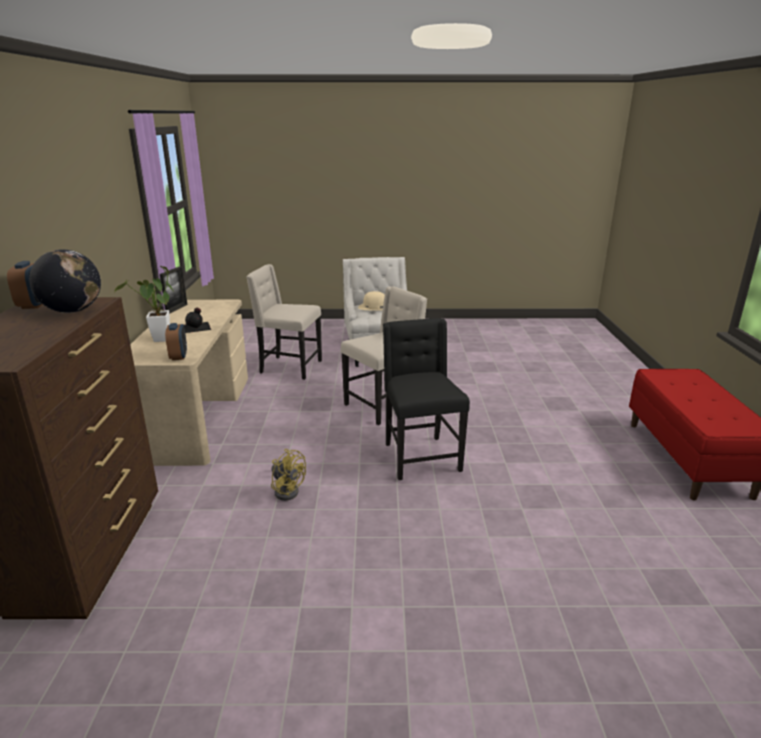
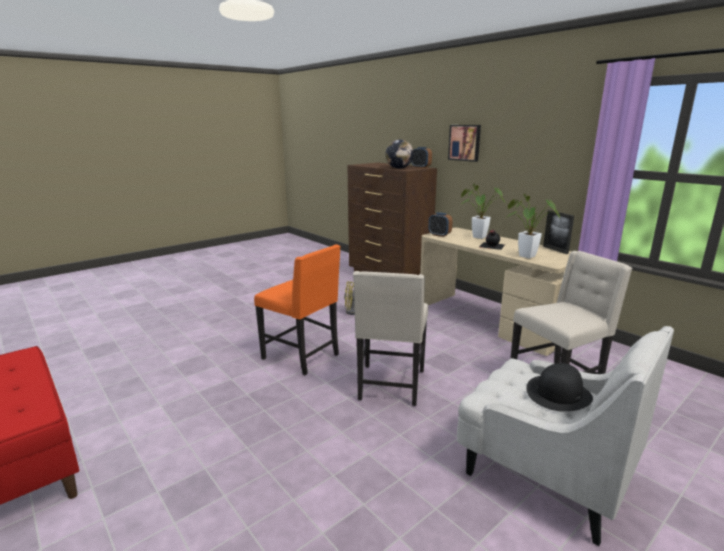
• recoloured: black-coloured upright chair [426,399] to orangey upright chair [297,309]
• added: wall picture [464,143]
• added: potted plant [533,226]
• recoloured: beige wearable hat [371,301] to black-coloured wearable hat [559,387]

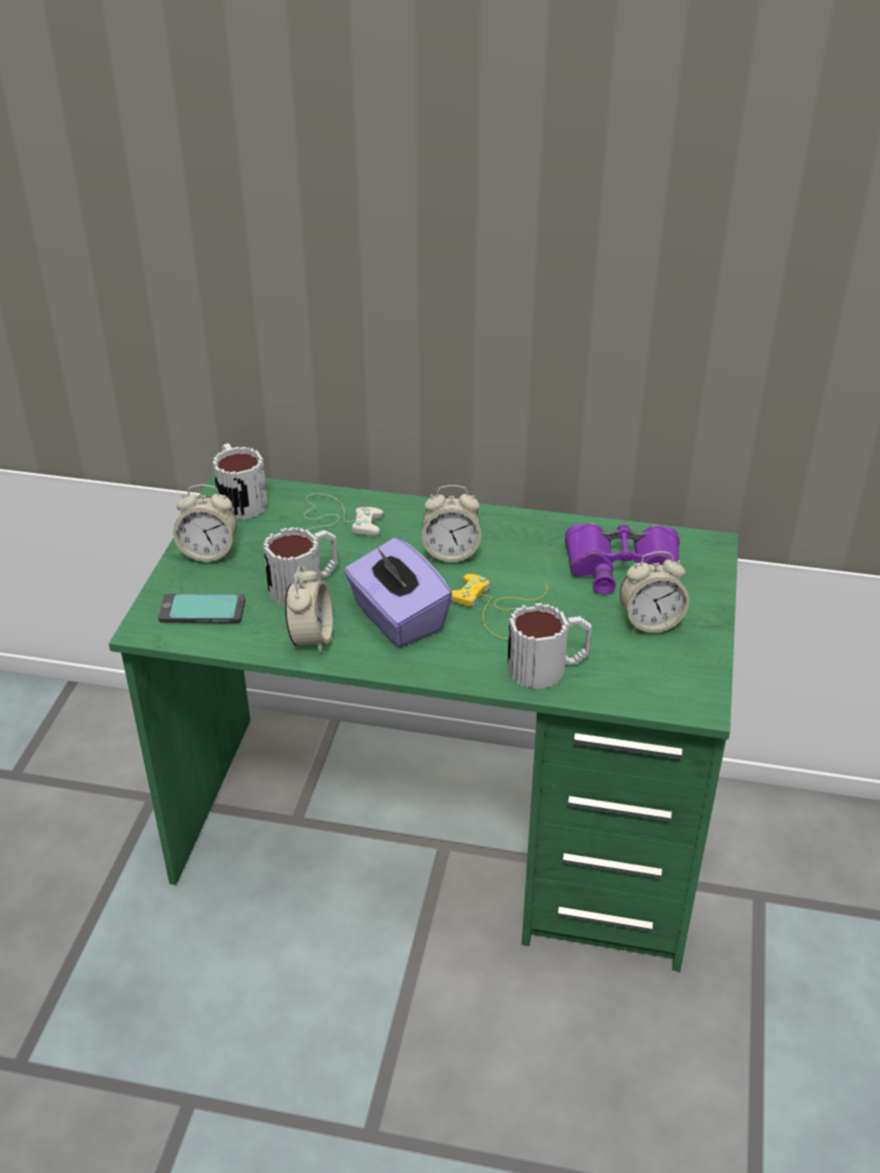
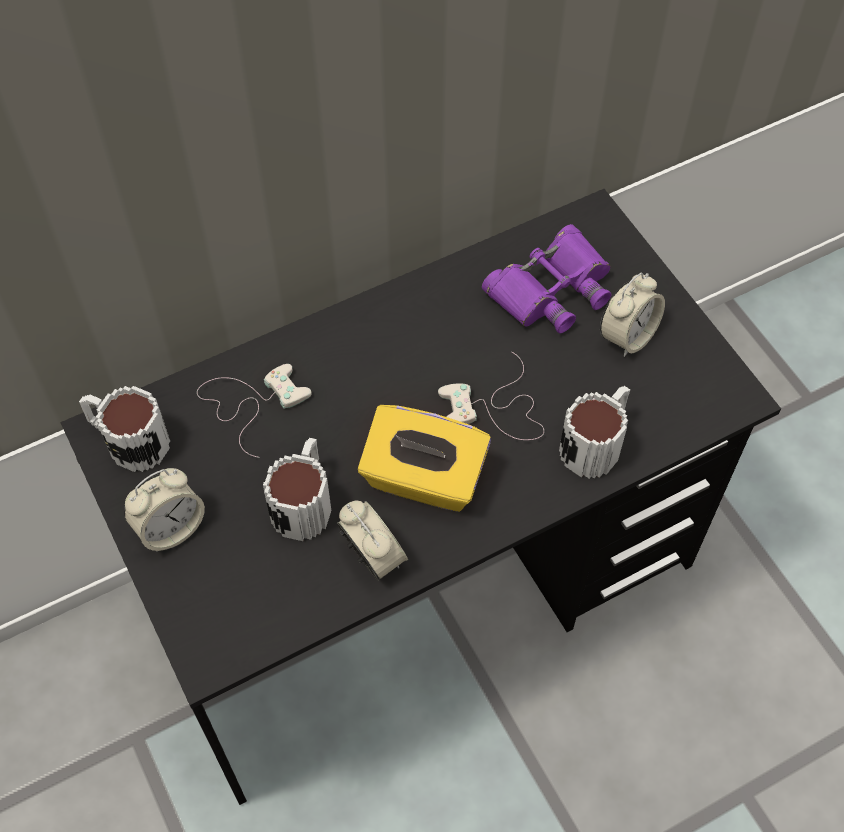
• recoloured: green-coloured desk table [424,722] to black-coloured desk table [421,497]
• recoloured: purple tissue box [398,592] to yellow-coloured tissue box [424,458]
• recoloured: yellow-coloured game controller [499,606] to white game controller [491,395]
• removed: handset [201,608]
• removed: table clock [451,523]

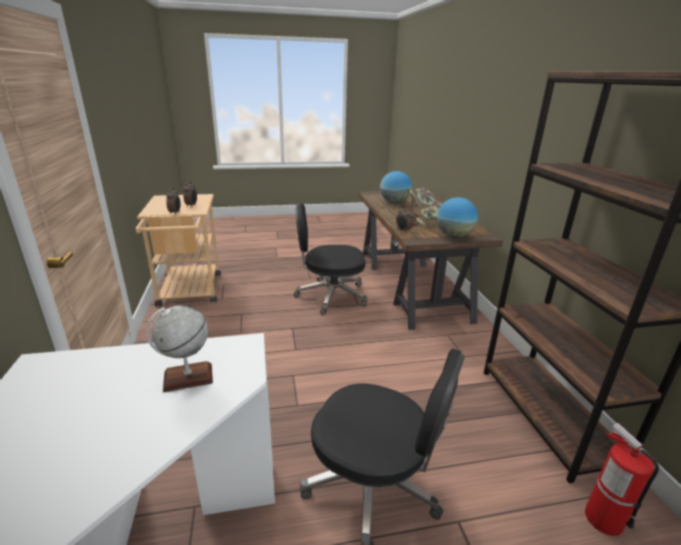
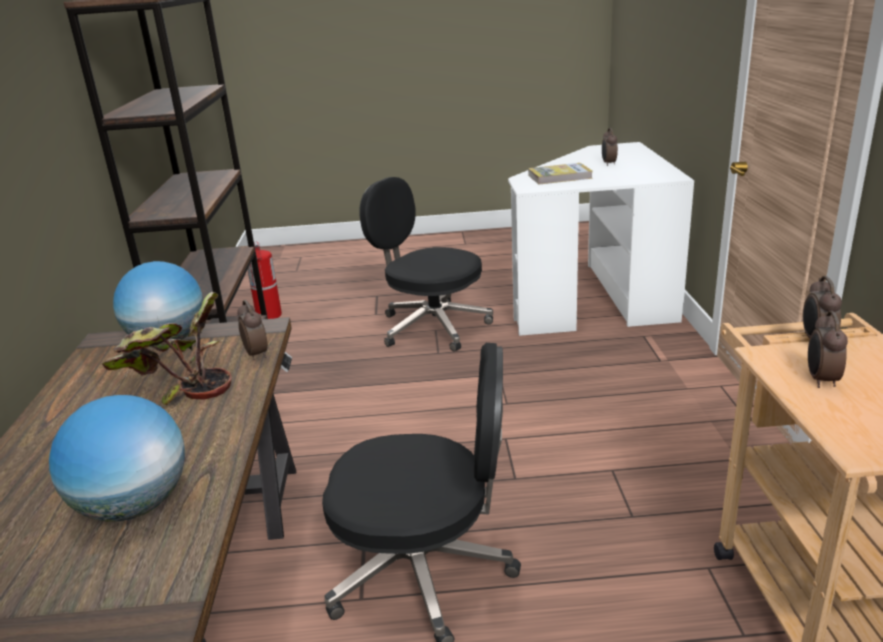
• replaced: desk globe [179,348] to book [560,174]
• added: table clock [610,147]

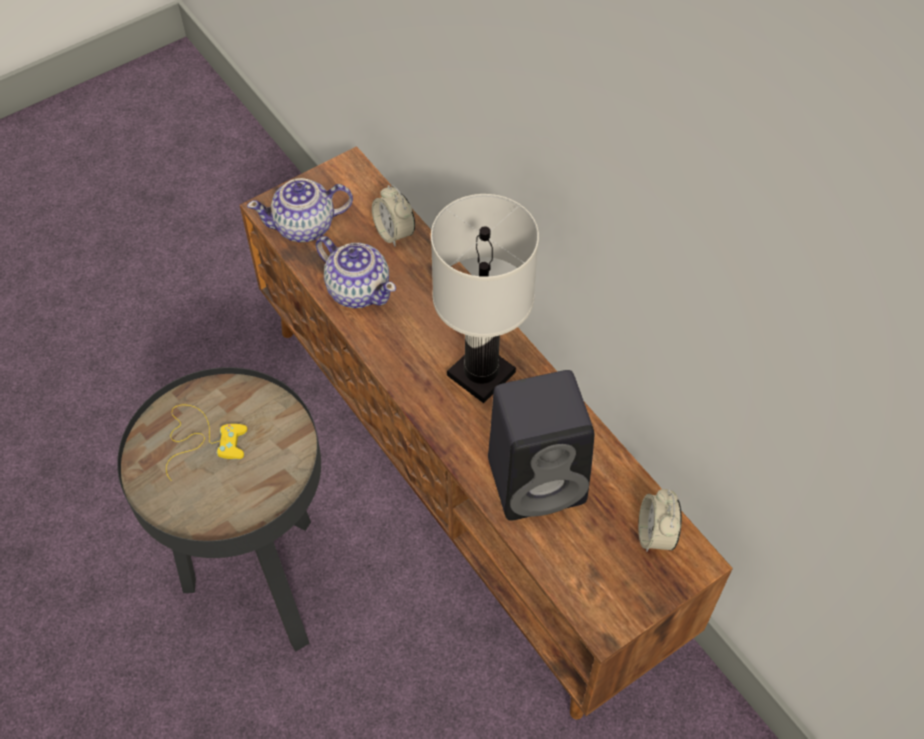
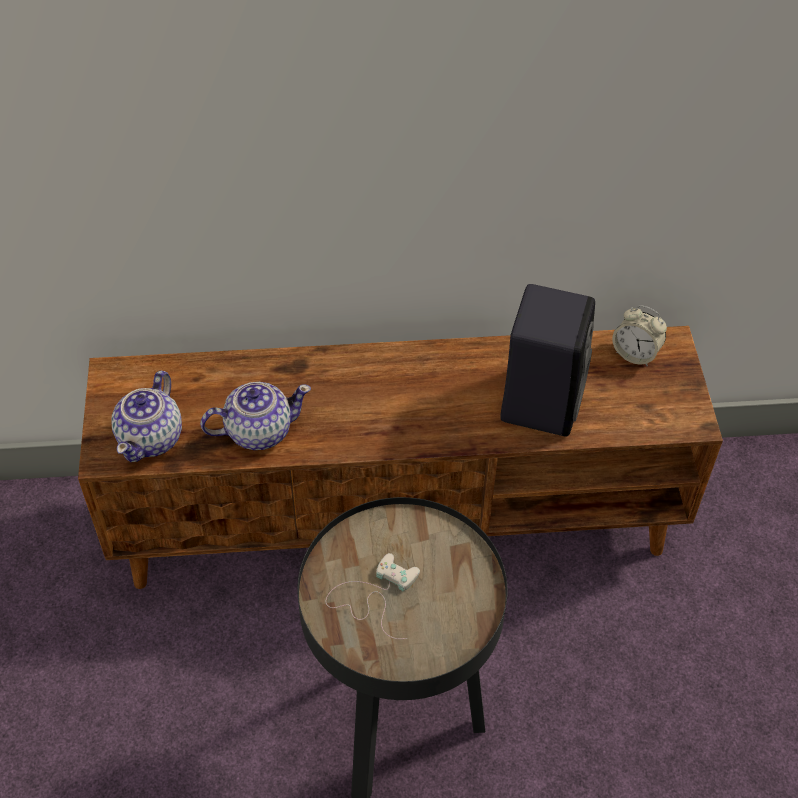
• recoloured: yellow-coloured game controller [206,442] to white game controller [373,596]
• removed: table clock [393,216]
• removed: white table lamp [485,298]

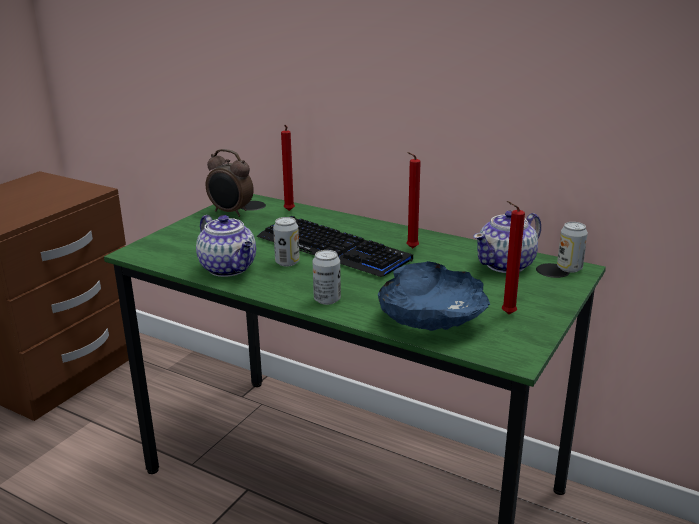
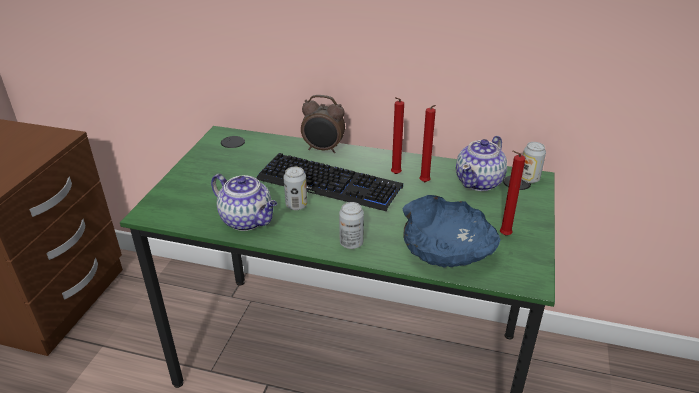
• moved: table clock [230,183] to [323,124]
• moved: red-coloured wax candle [288,168] to [427,143]

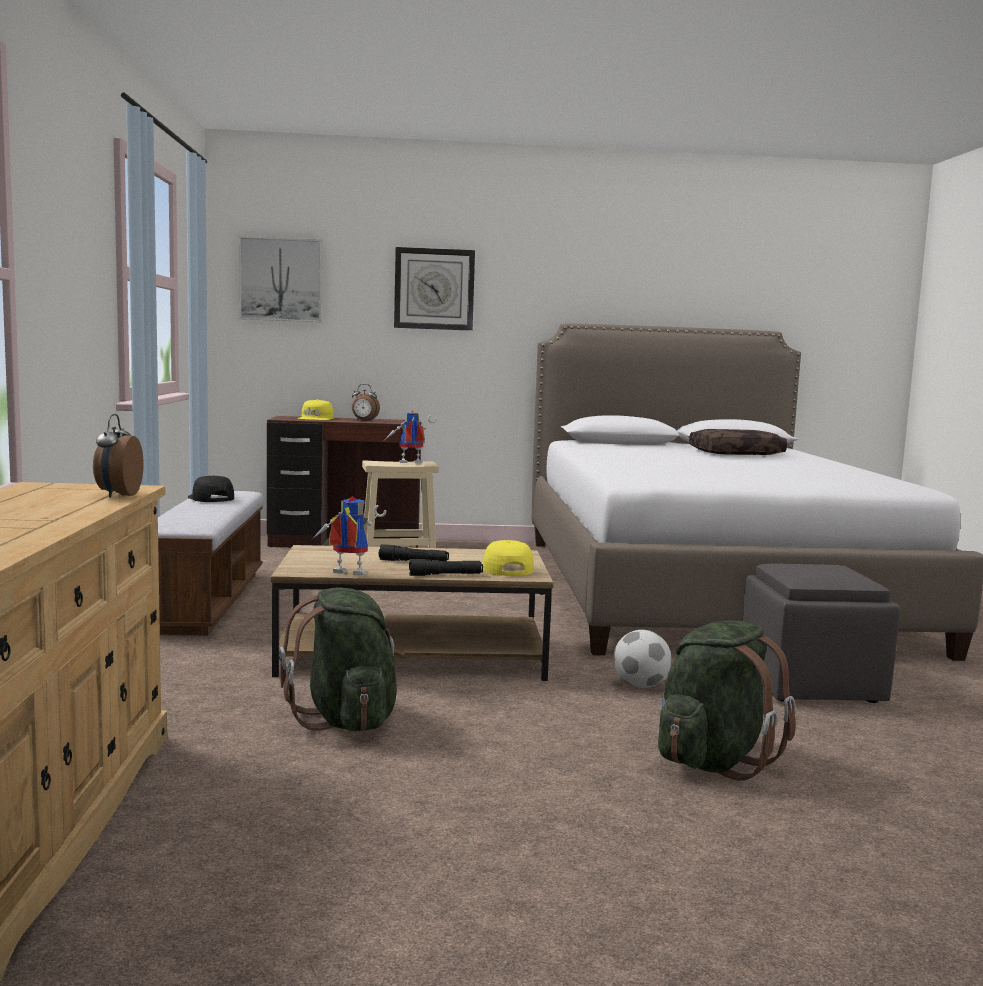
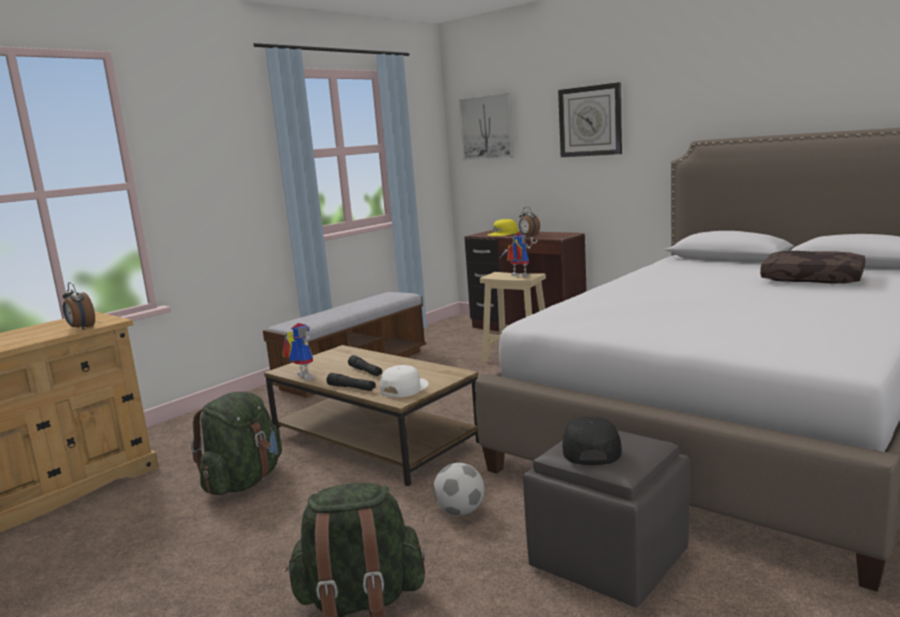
• turned: table clock [118,456] = [79,306] 90 degrees counterclockwise
• recoloured: yellow-coloured cap [507,558] to white cap [404,381]
• moved: black-coloured cap [211,489] to [591,441]

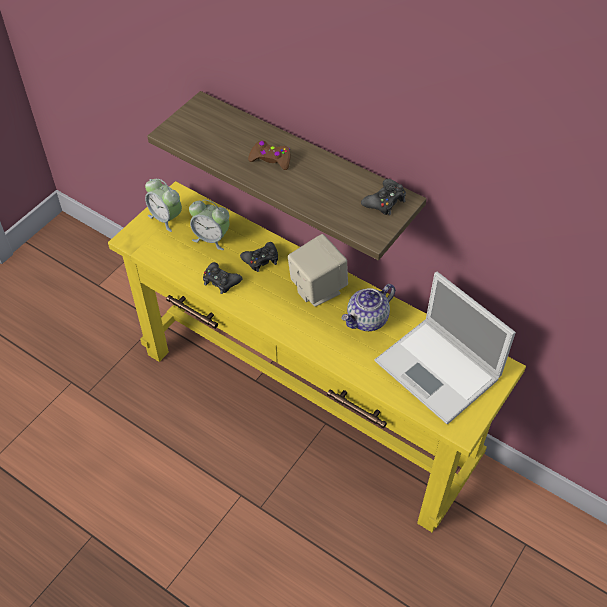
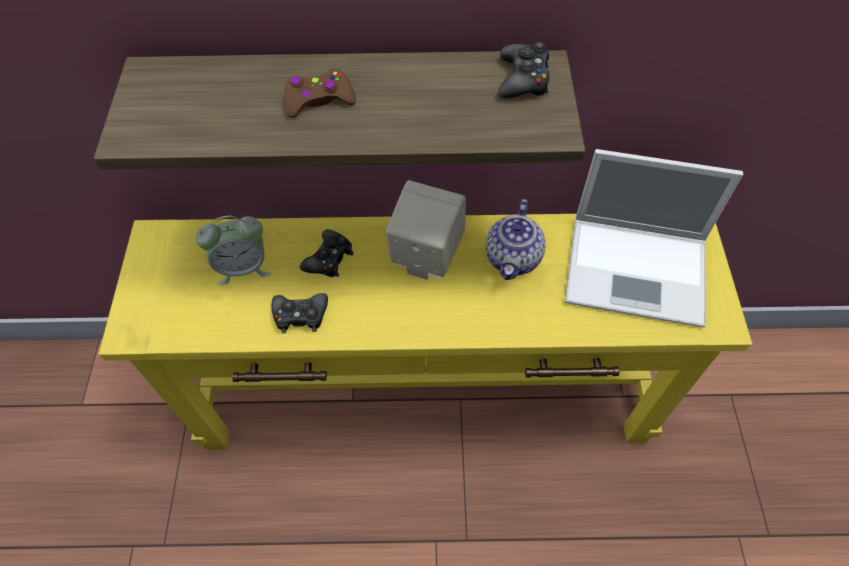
• removed: table clock [163,205]

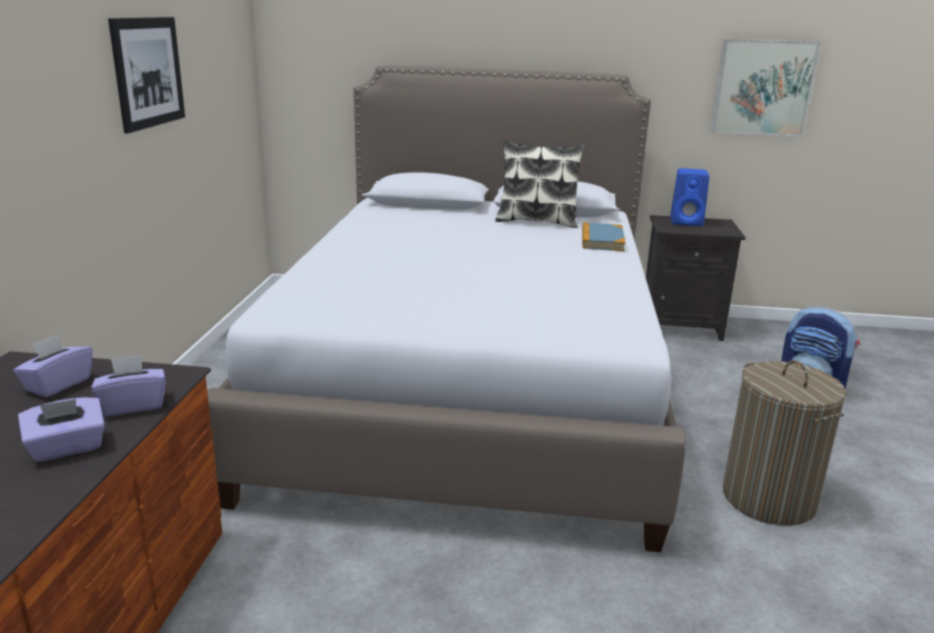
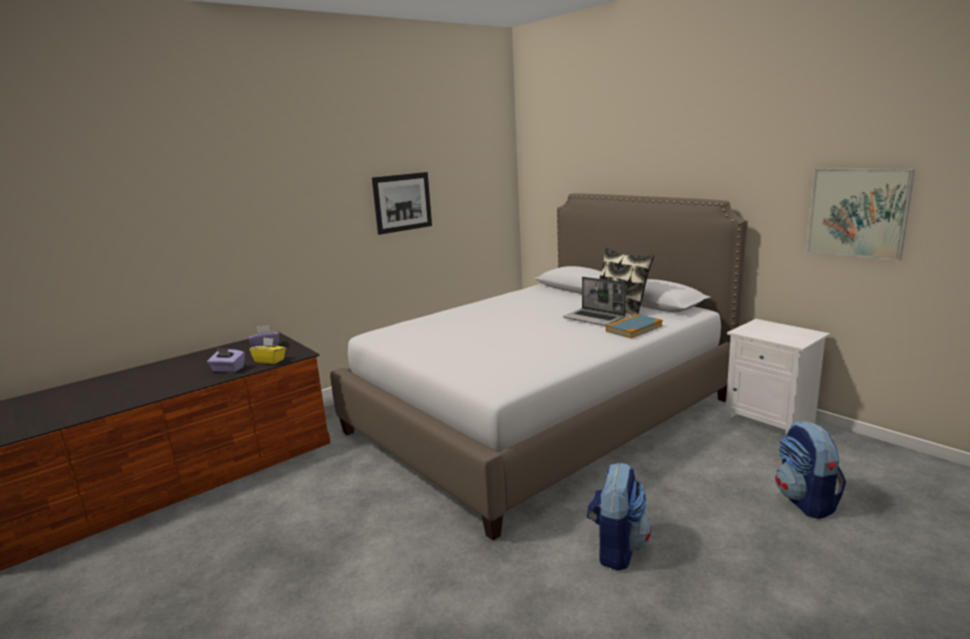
• recoloured: purple tissue box [128,385] to yellow-coloured tissue box [267,351]
• added: portable computer [594,301]
• replaced: laundry basket [785,443] to rucksack [619,517]
• recoloured: black-coloured nightstand [696,278] to white nightstand [777,376]
• removed: blue speaker [689,197]

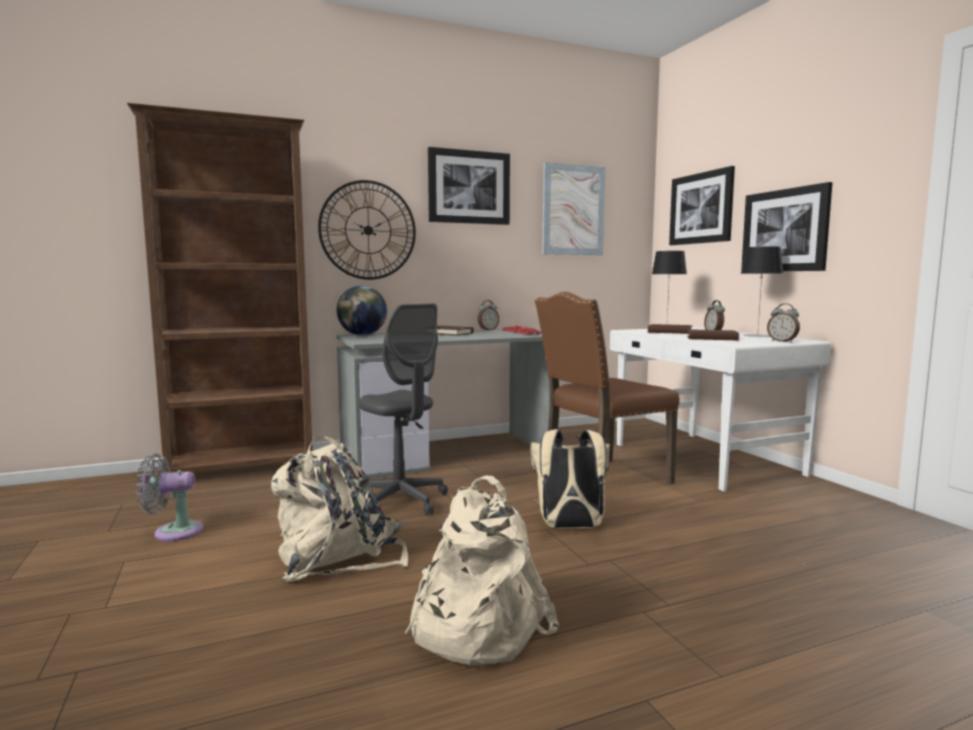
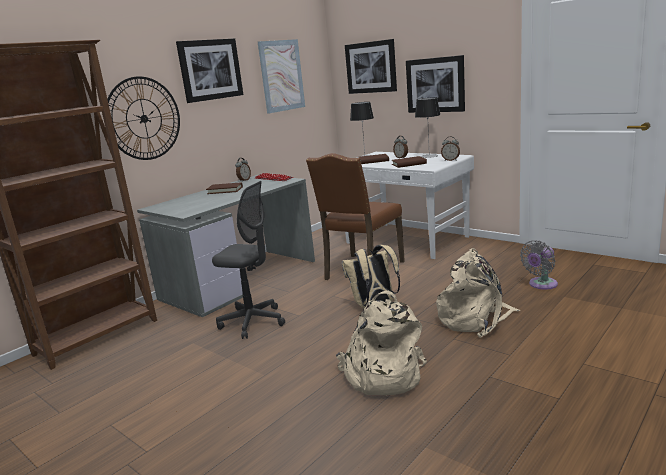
• moved: beige rucksack [339,509] to [478,293]
• moved: grey electric fan [169,497] to [539,265]
• removed: desk globe [362,311]

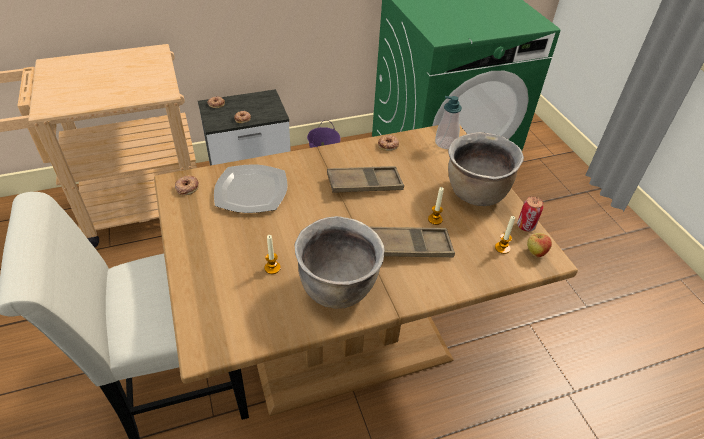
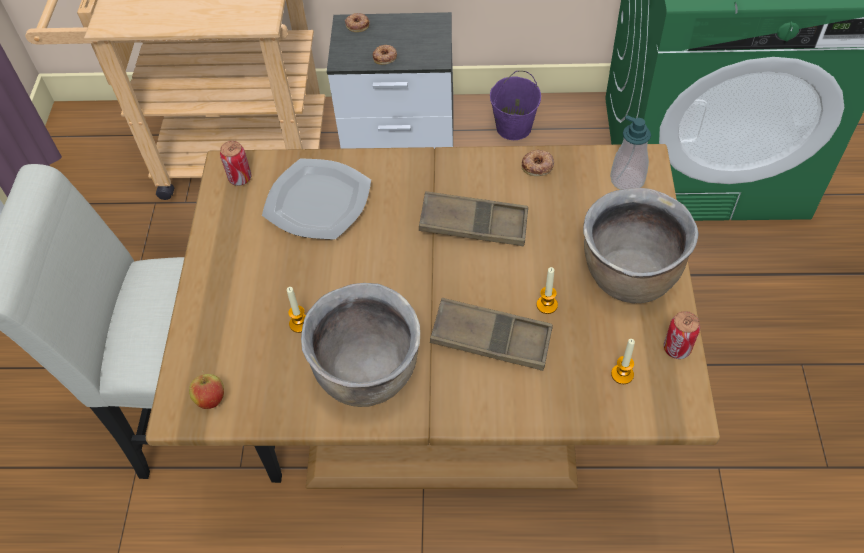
• moved: apple [539,244] to [206,390]
• replaced: donut [187,185] to sealed can [235,163]

